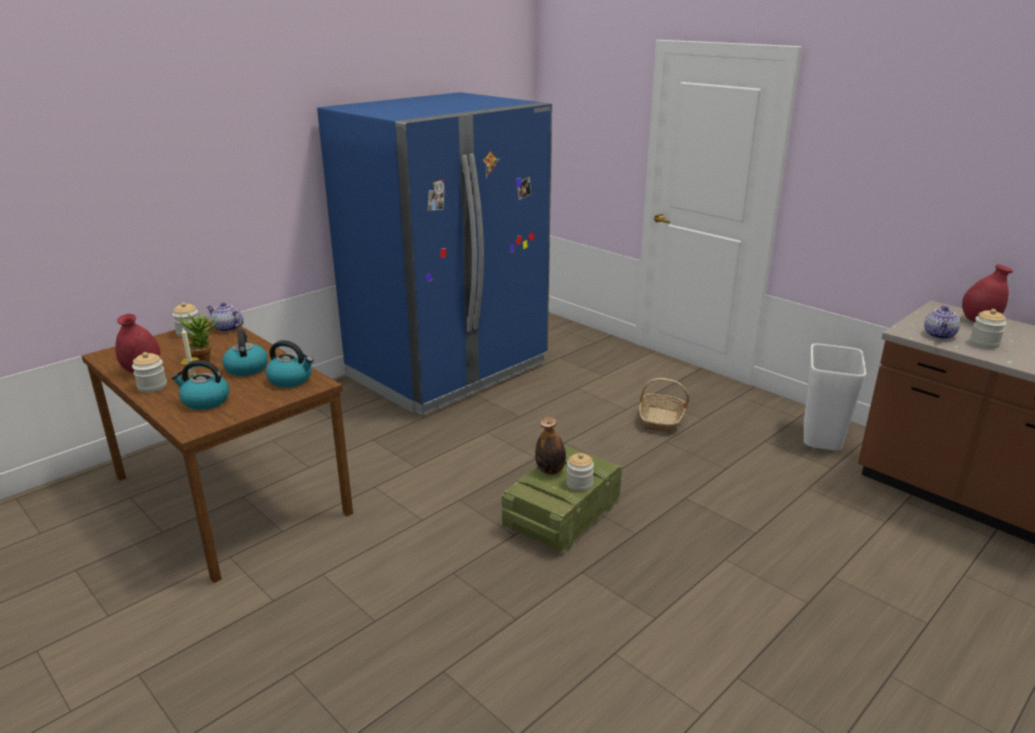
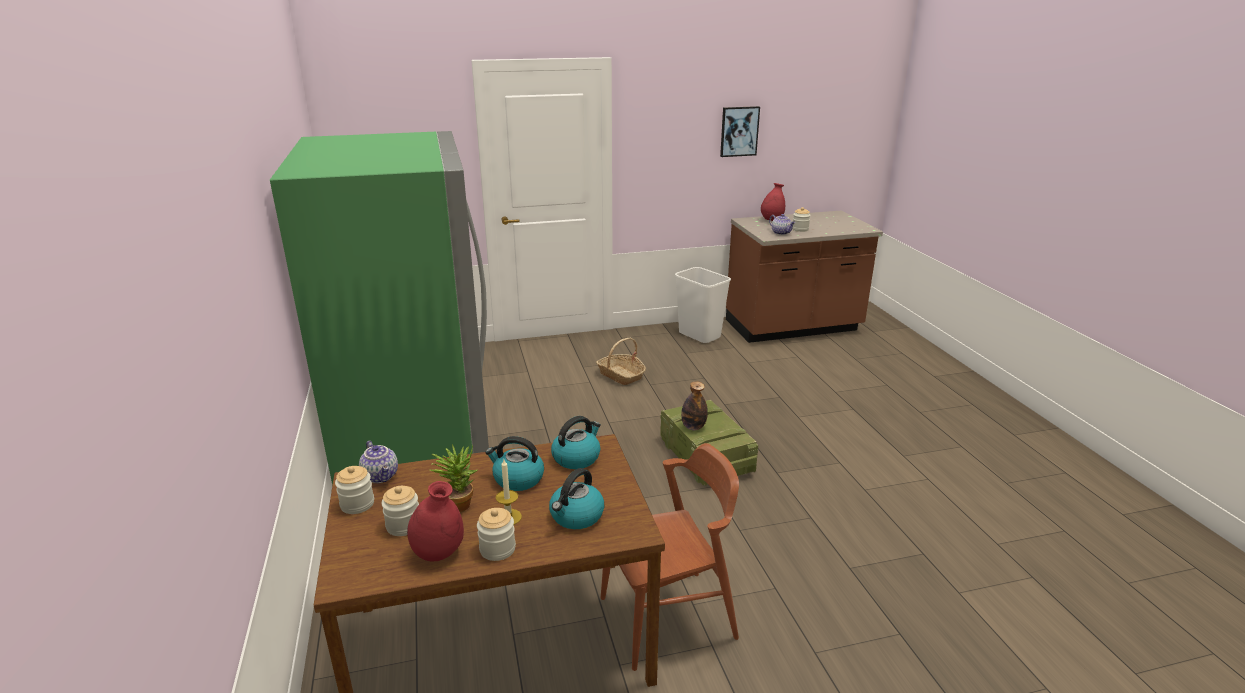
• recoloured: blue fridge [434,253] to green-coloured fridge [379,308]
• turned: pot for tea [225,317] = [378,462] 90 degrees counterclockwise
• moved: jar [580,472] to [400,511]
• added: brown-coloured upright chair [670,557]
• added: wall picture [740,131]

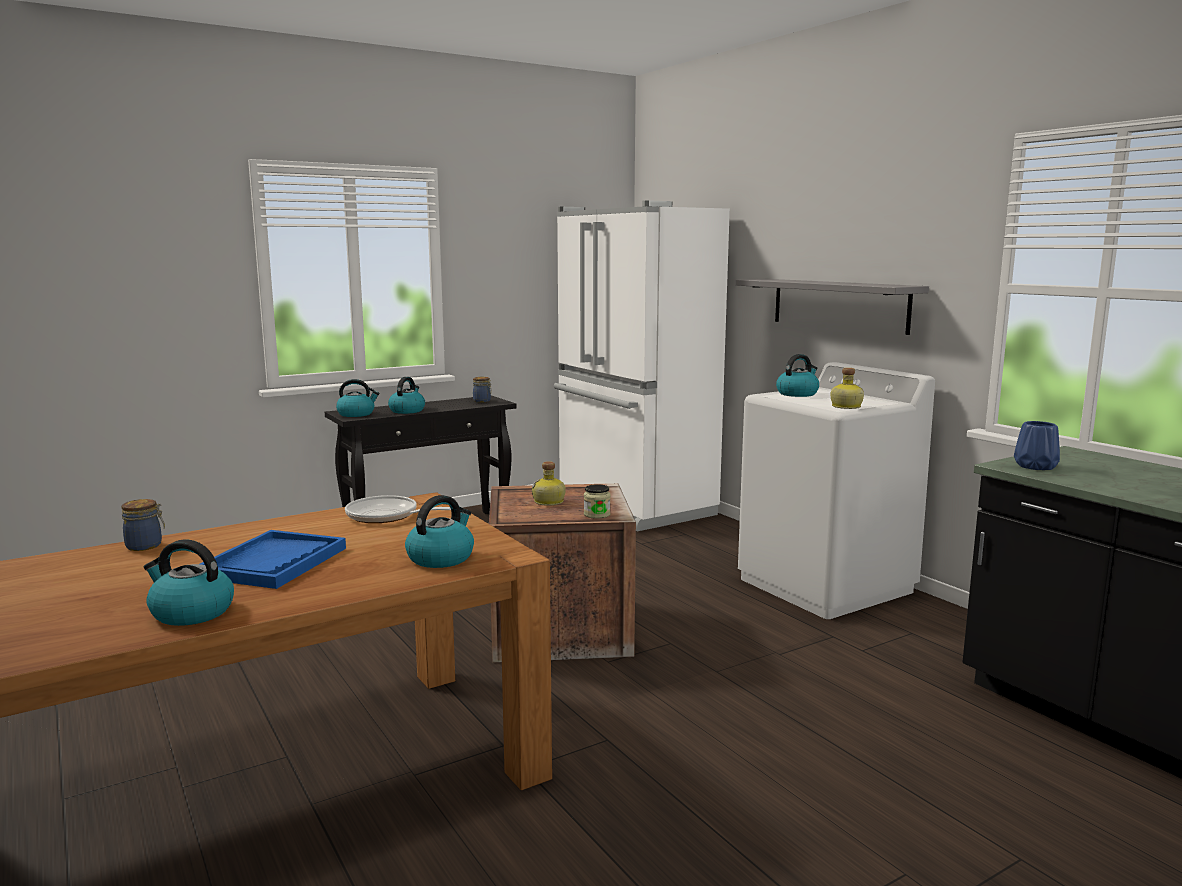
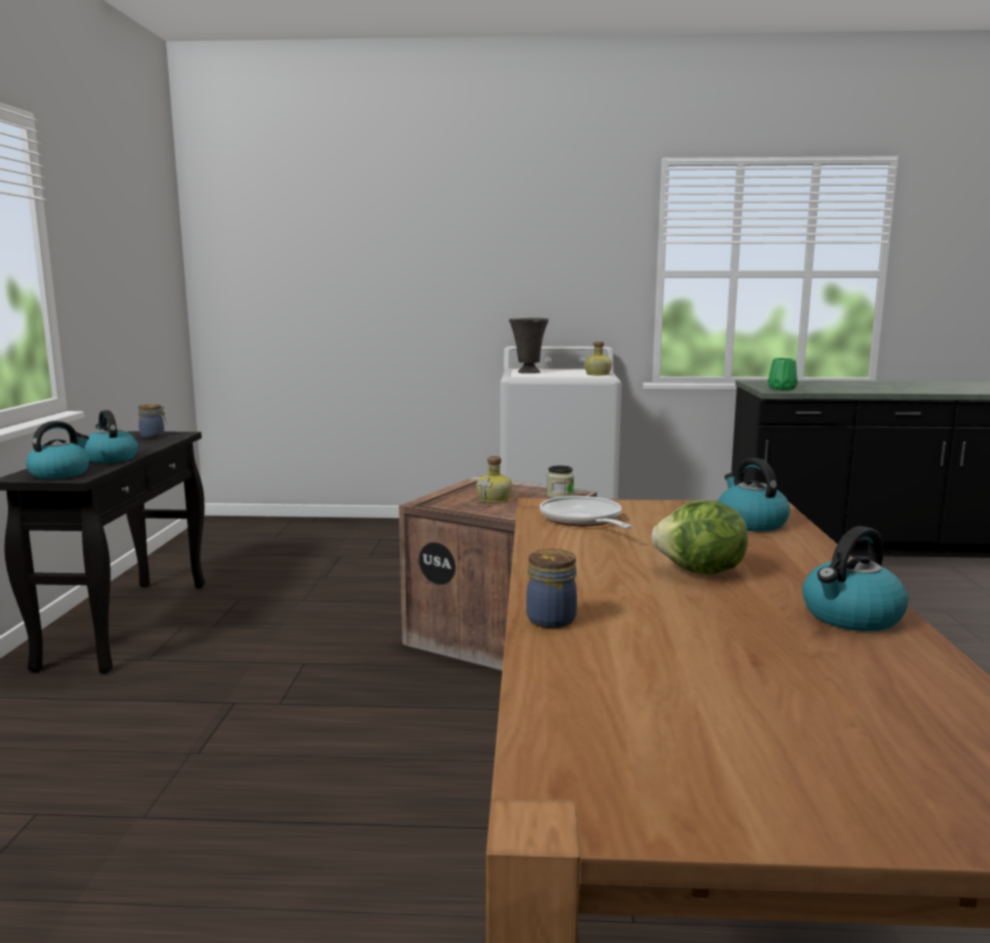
• replaced: tea kettle [797,375] to grey decorative vase [529,345]
• turned: pan [398,509] = [586,512] 105 degrees clockwise
• replaced: blue tray [273,559] to head of lettuce [699,537]
• recoloured: blue decorative vase [1037,445] to green-coloured decorative vase [783,374]
• removed: white fridge [642,365]
• removed: grey bracket shelf [832,307]

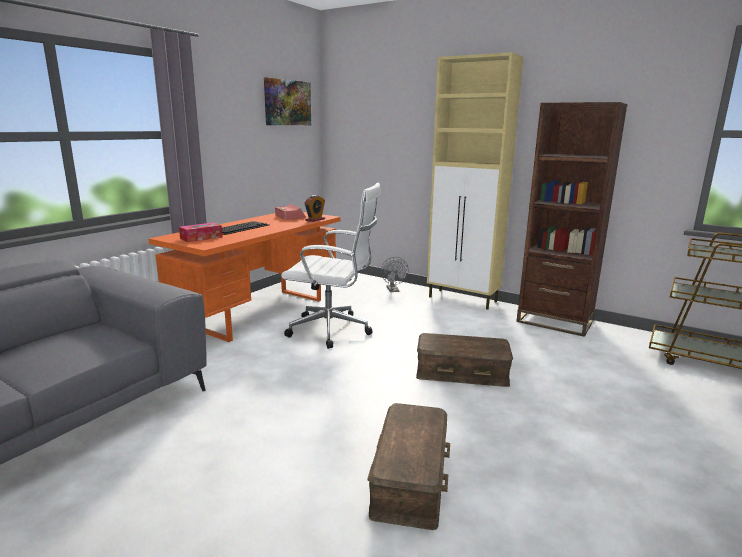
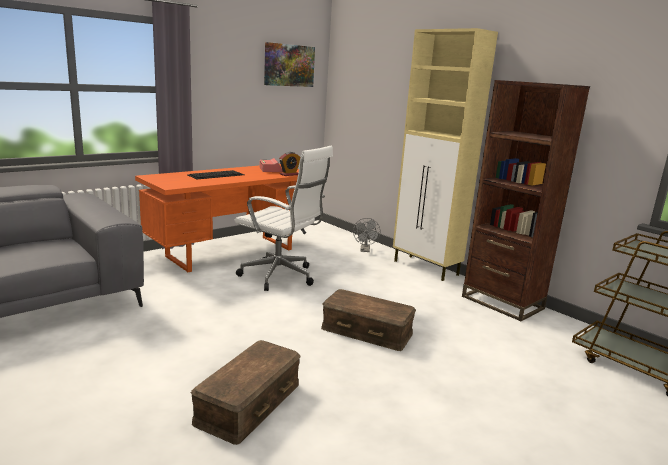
• removed: tissue box [201,232]

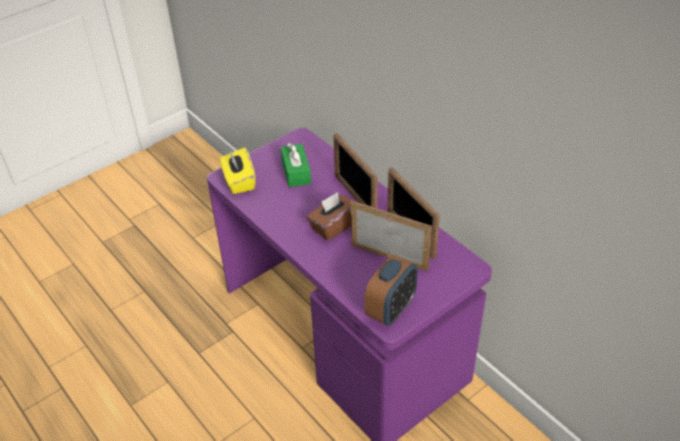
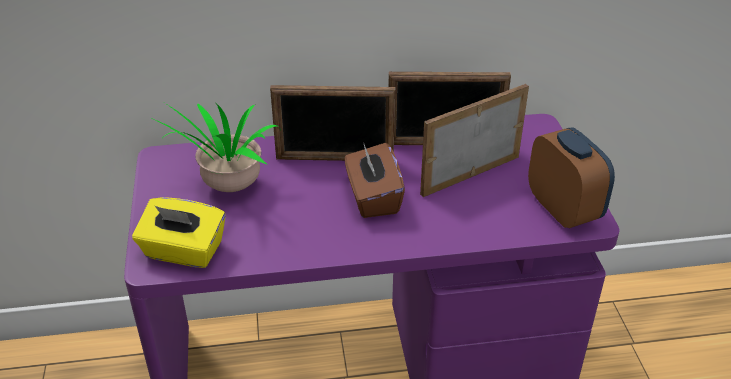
• replaced: green-coloured tissue box [296,165] to potted plant [217,147]

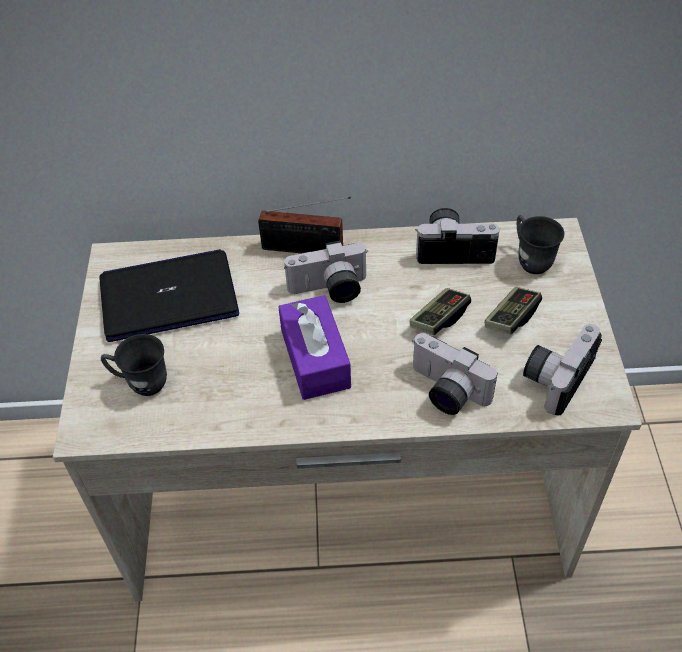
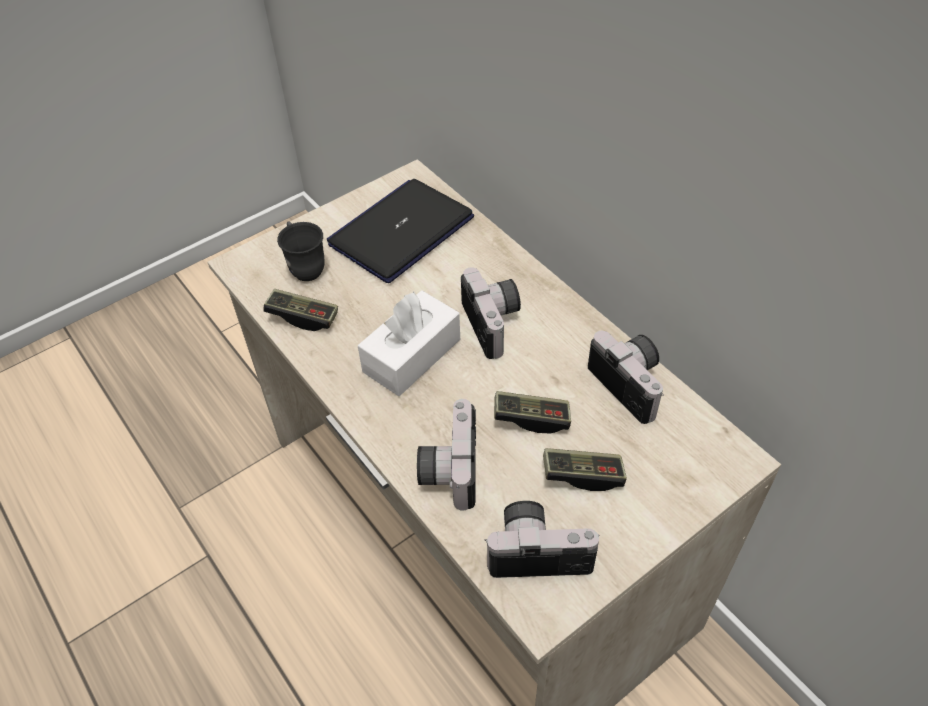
• added: game controller [300,310]
• turned: portable computer [169,295] = [400,231] 90 degrees counterclockwise
• recoloured: purple tissue box [314,347] to white tissue box [409,343]
• turned: photo camera [325,272] = [491,313] 150 degrees counterclockwise
• removed: radio set [304,225]
• removed: grey mug [540,244]

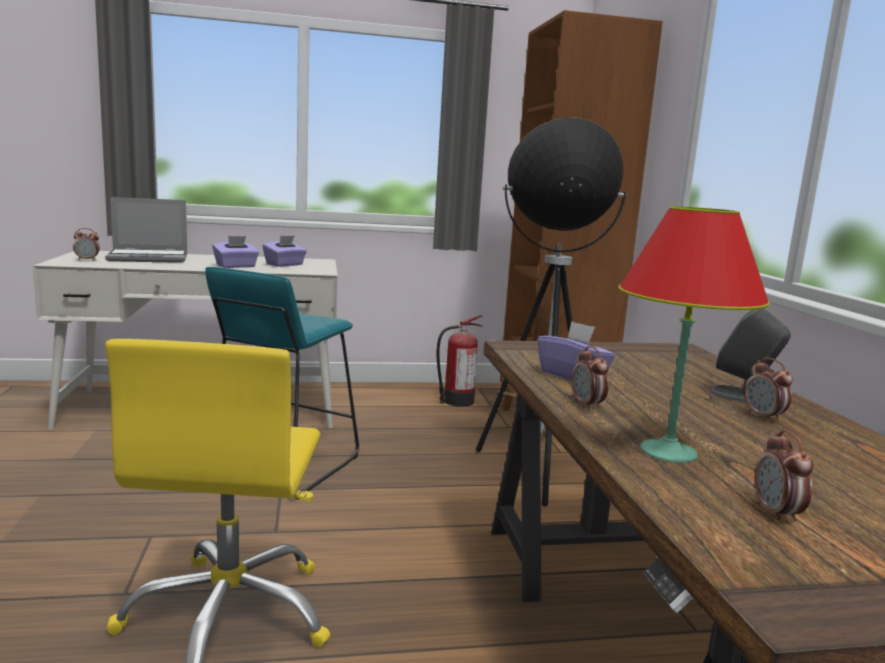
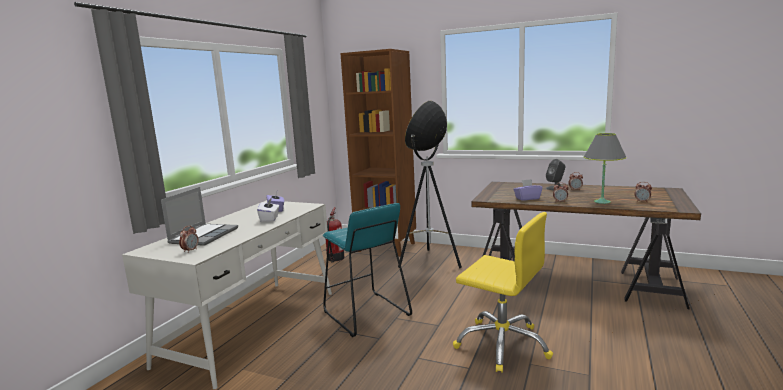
• recoloured: purple tissue box [235,252] to white tissue box [268,210]
• recoloured: red-coloured table lamp [694,334] to grey table lamp [605,168]

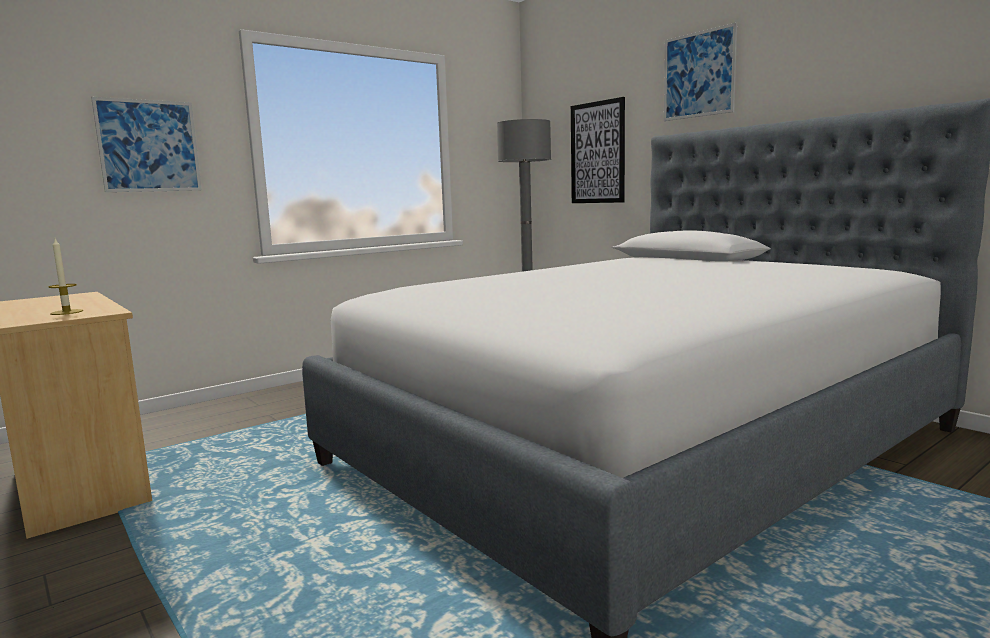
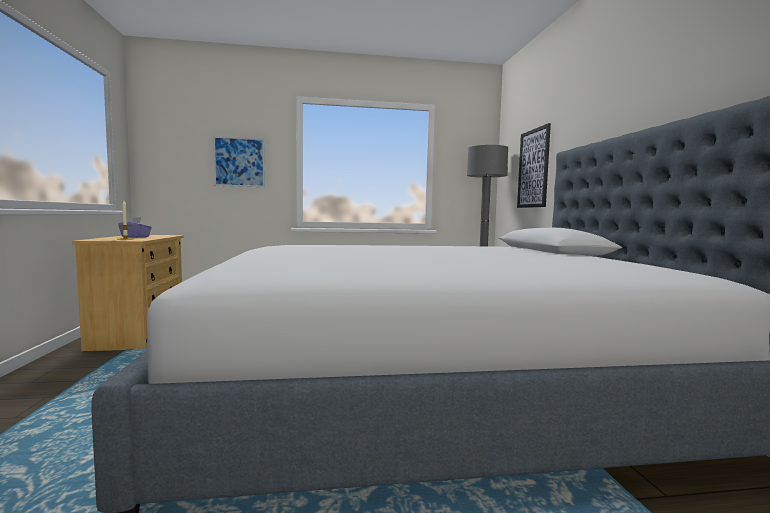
• added: purple tissue box [135,227]
• removed: wall picture [700,71]

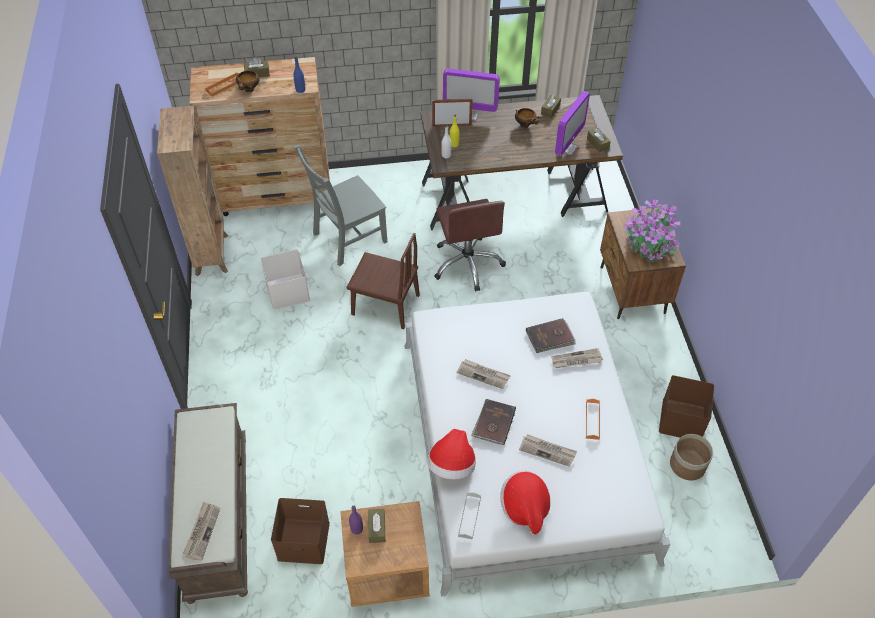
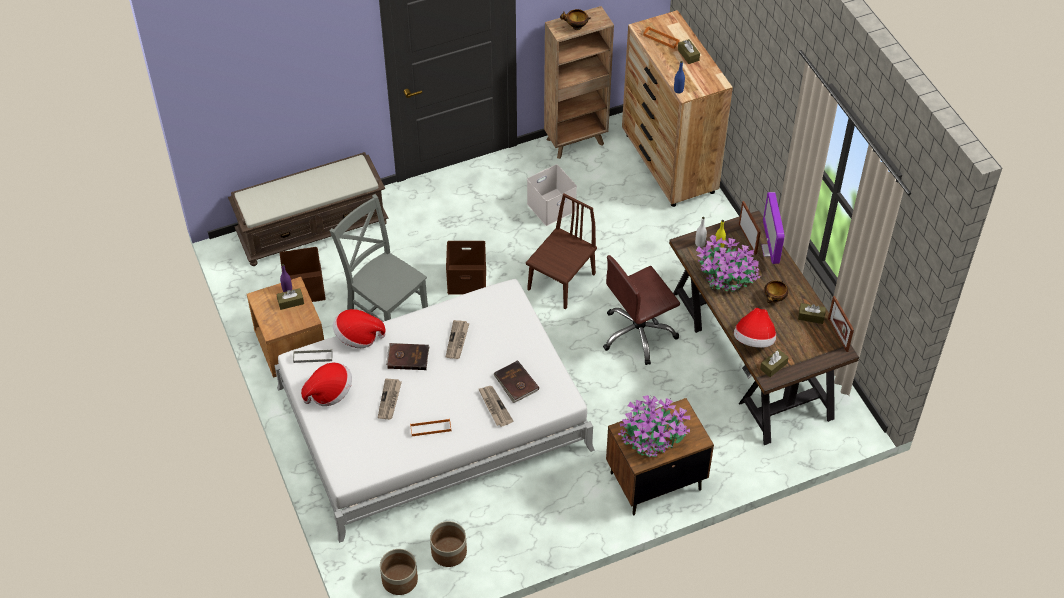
• moved: grey upright chair [340,205] to [379,258]
• added: flower pot [399,572]
• moved: brown-coloured storage bin [686,406] to [466,267]
• turned: brown-coloured upright chair [383,281] = [561,251] 150 degrees counterclockwise
• moved: deep dish [247,82] to [575,19]
• added: potted plant [728,263]
• replaced: computer display [572,123] to wearable hat [755,328]
• added: picture frame [841,324]
• removed: printed paper [201,531]

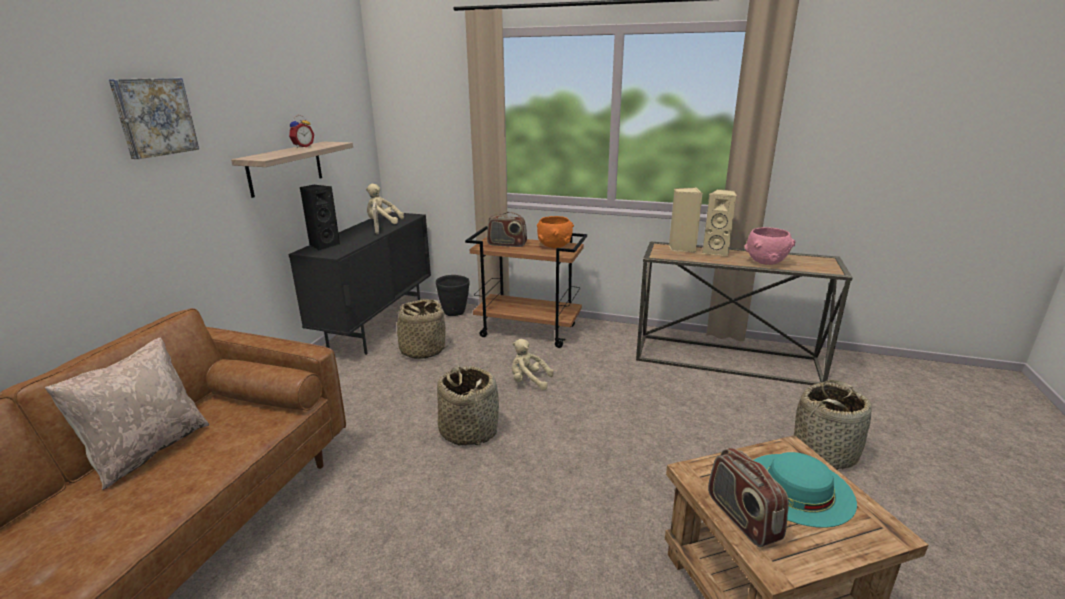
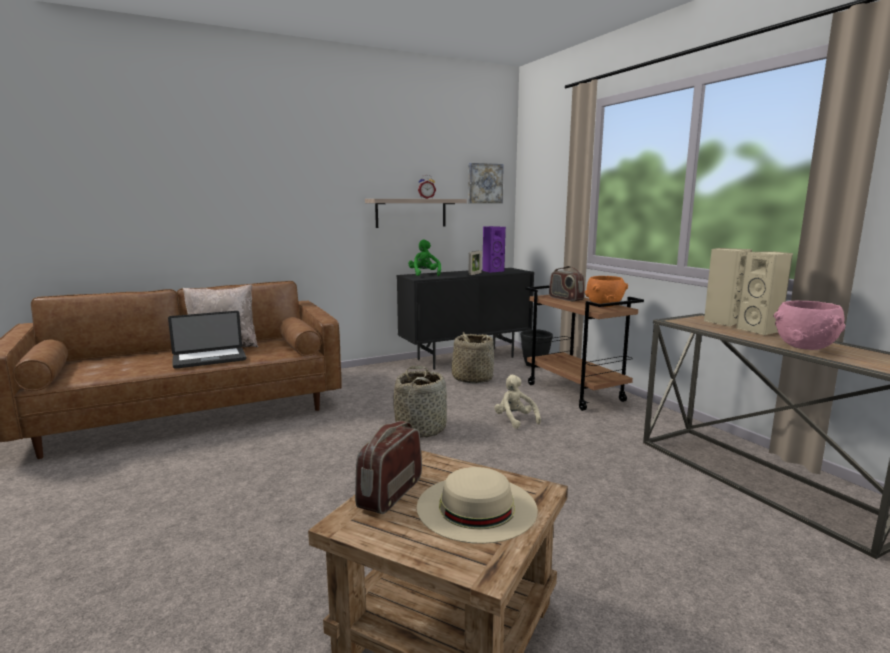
• added: portable computer [207,340]
• replaced: black-coloured speaker [320,217] to green-coloured plush toy [424,257]
• recoloured: turquoise wearable hat [805,490] to beige wearable hat [477,505]
• moved: wall picture [154,118] to [486,183]
• replaced: beige plush toy [385,204] to purple speaker [494,249]
• removed: storage basket [832,425]

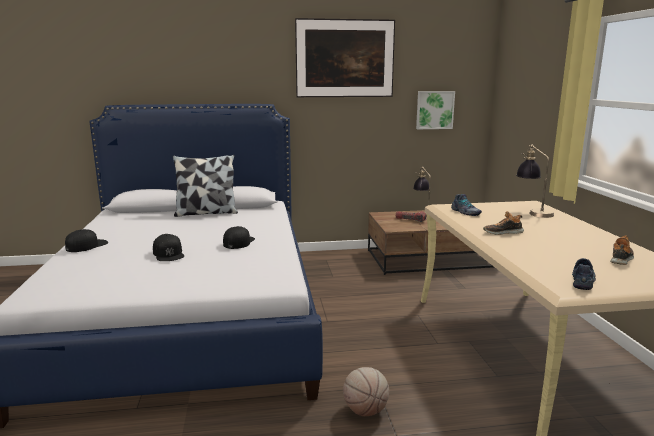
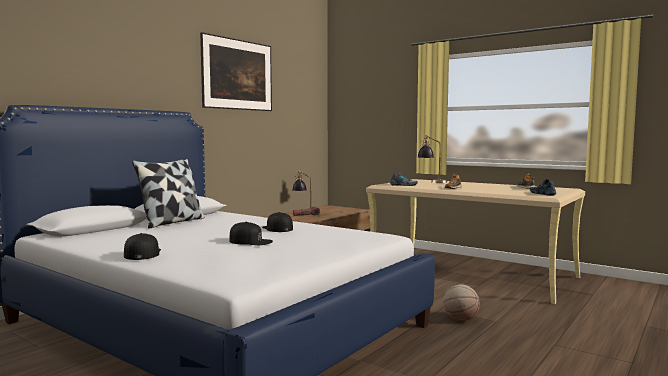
• removed: wall picture [435,110]

